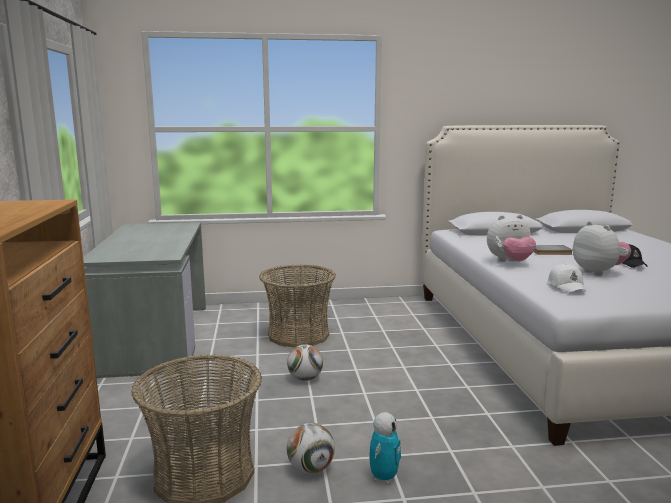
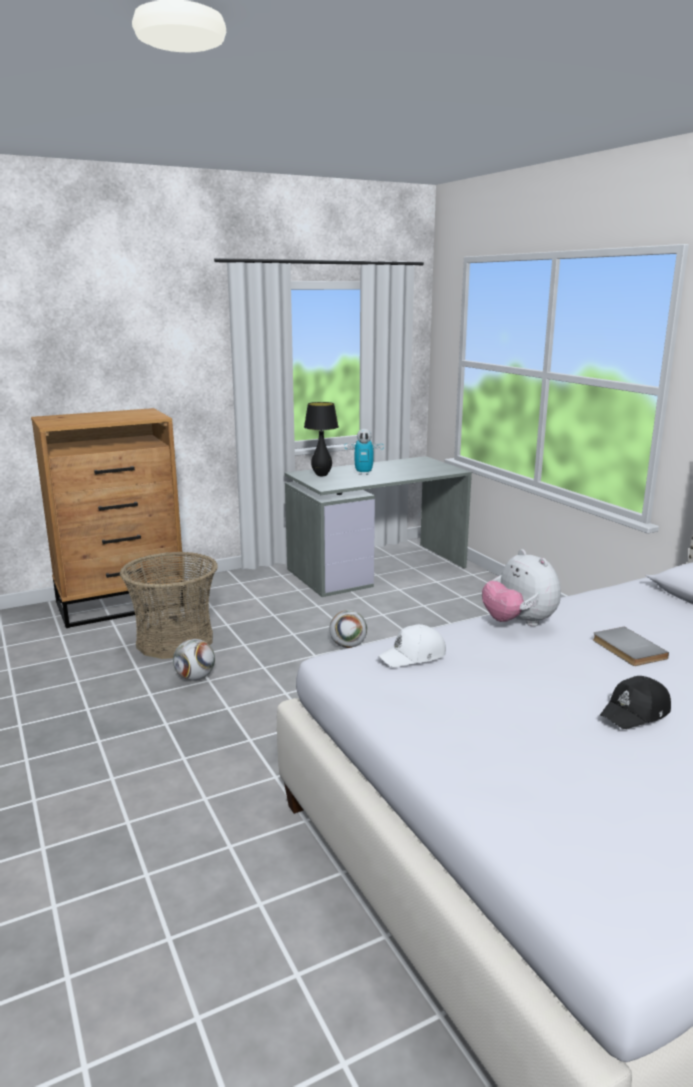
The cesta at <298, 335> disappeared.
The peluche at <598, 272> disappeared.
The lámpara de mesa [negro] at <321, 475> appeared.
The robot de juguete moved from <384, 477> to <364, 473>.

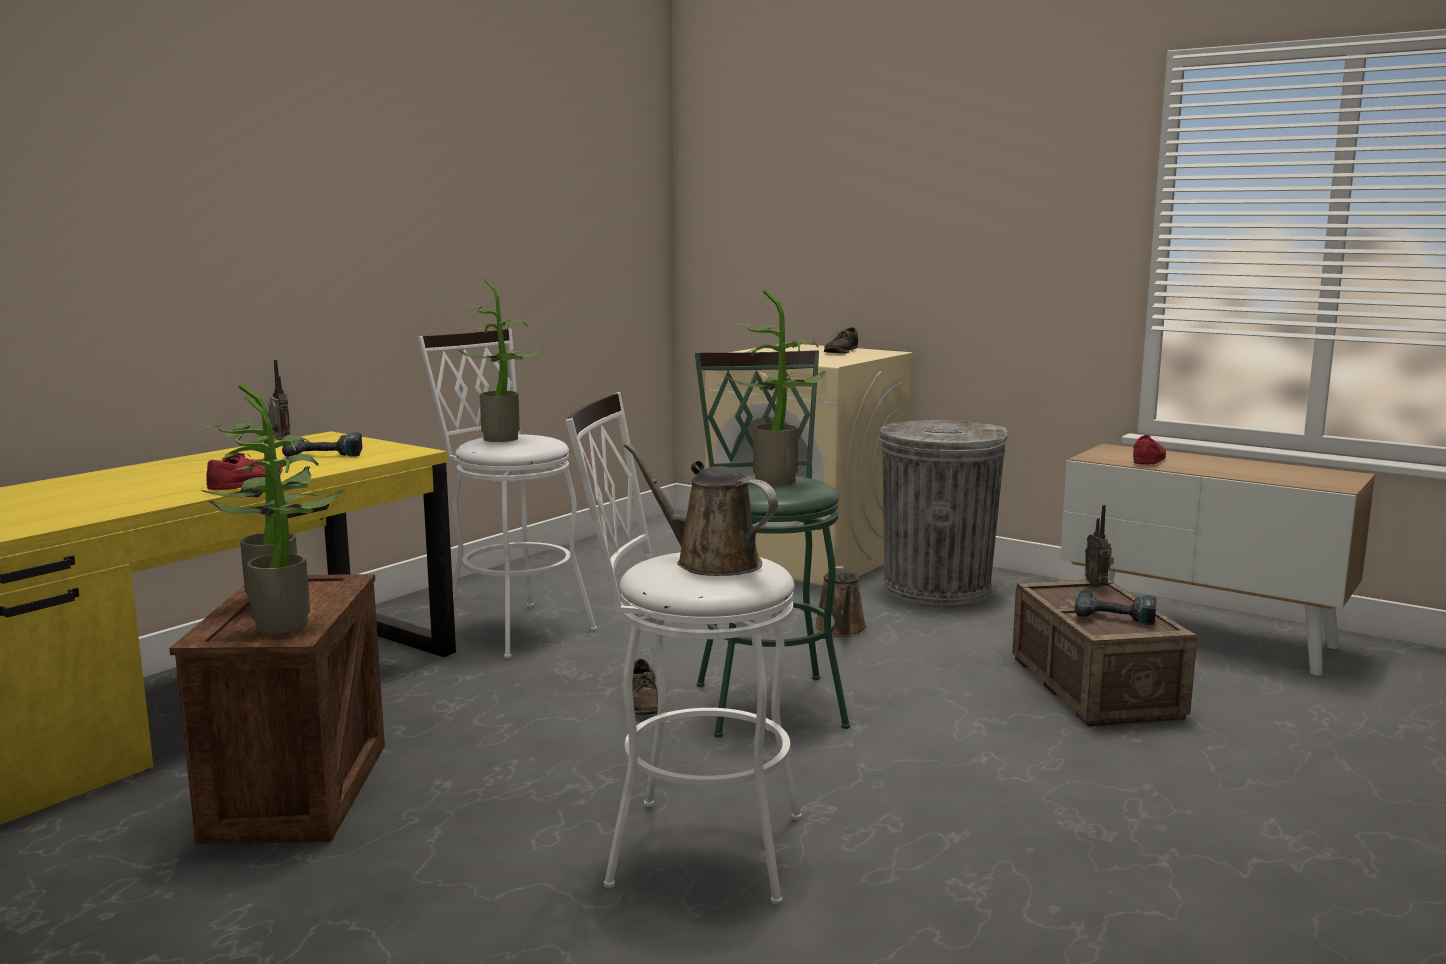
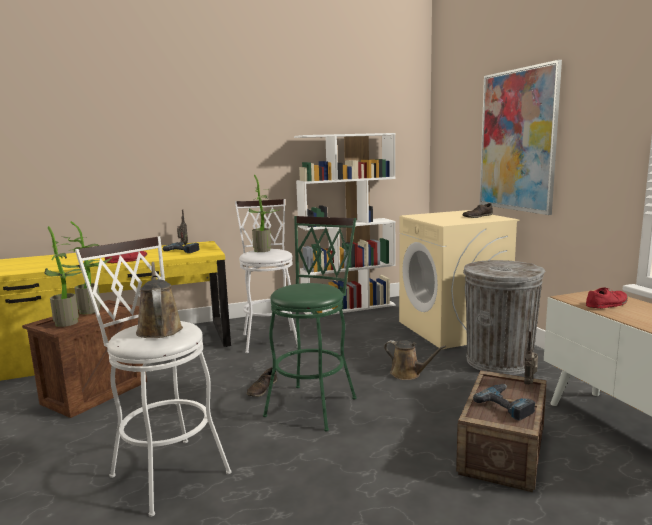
The planta en maceta at <778, 479> disappeared.
The estantería [blanco] at <349, 307> appeared.
The cuadro at <517, 140> appeared.
The regadera [marrón] at <841, 630> turned 90 degrees counterclockwise.

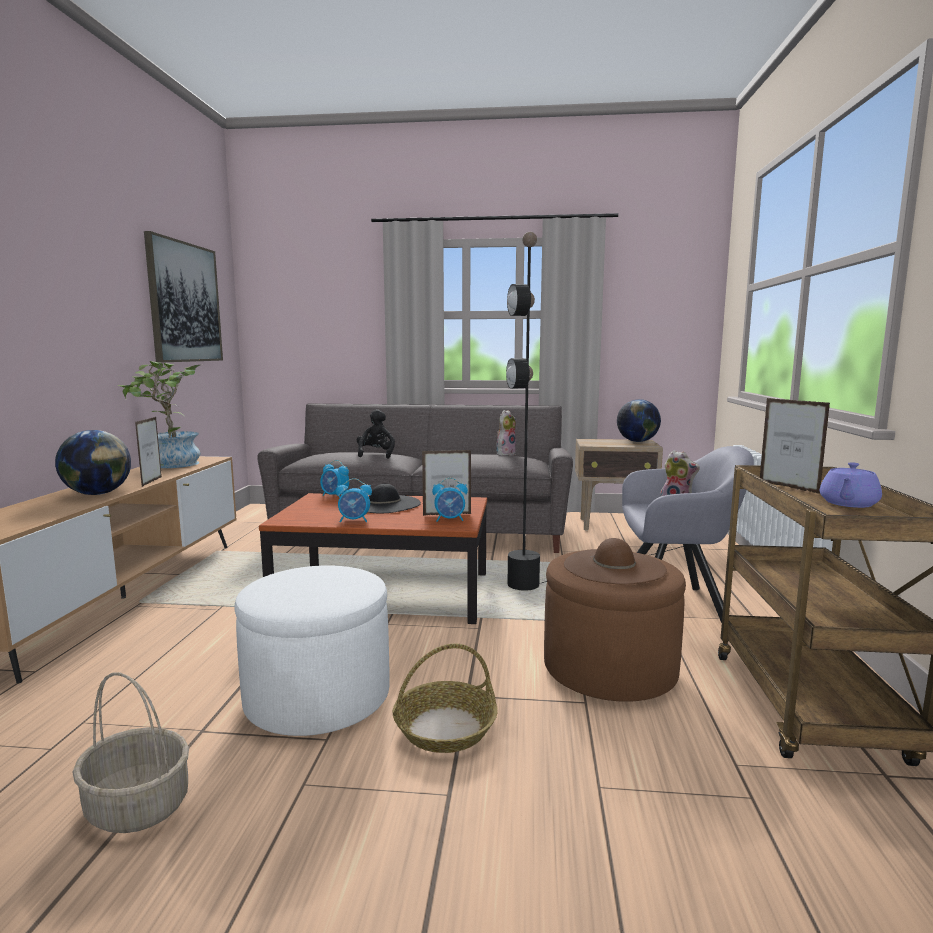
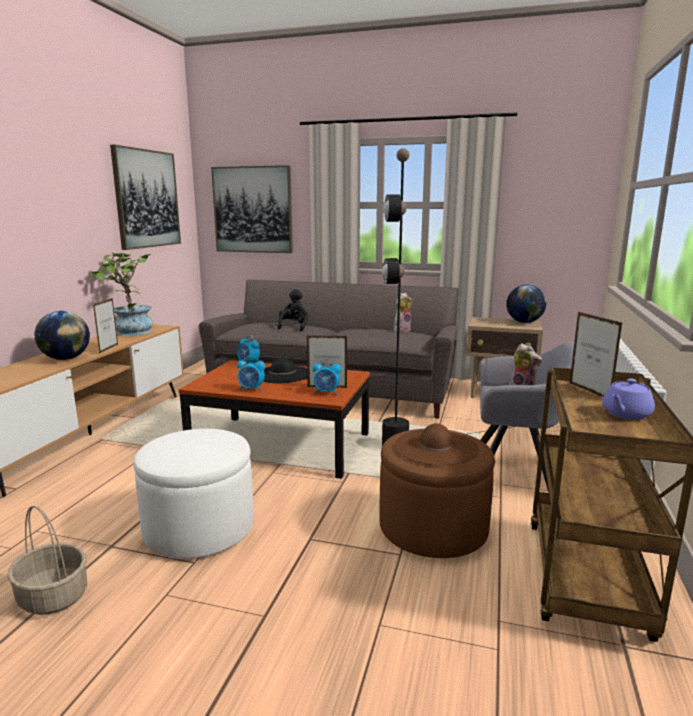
The cesta at <444, 728> disappeared.
The cuadro at <253, 210> appeared.

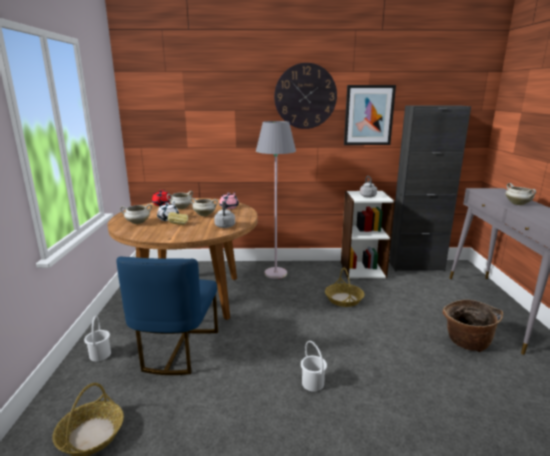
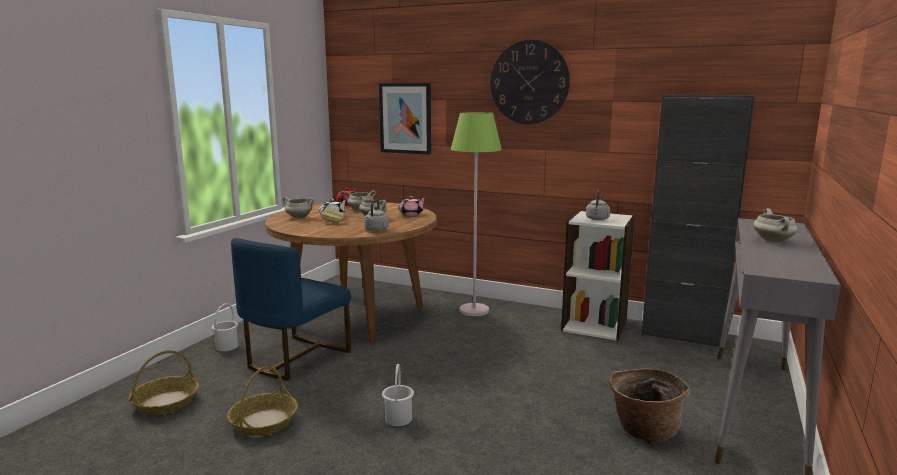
The cesta moved from <343, 299> to <264, 421>.
The cuadro moved from <368, 115> to <405, 118>.
The lámpara de pie [gris] at <276, 273> became the lámpara de pie [verde] at <474, 310>.

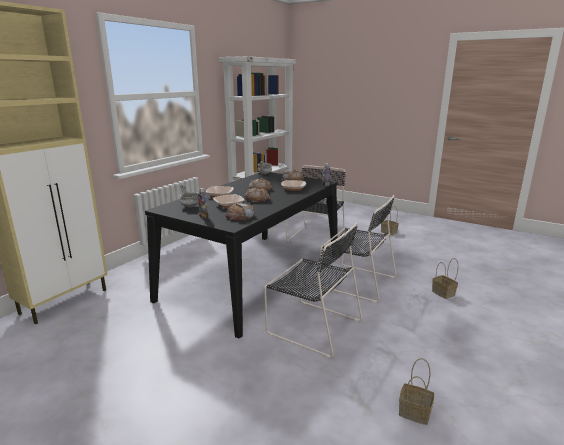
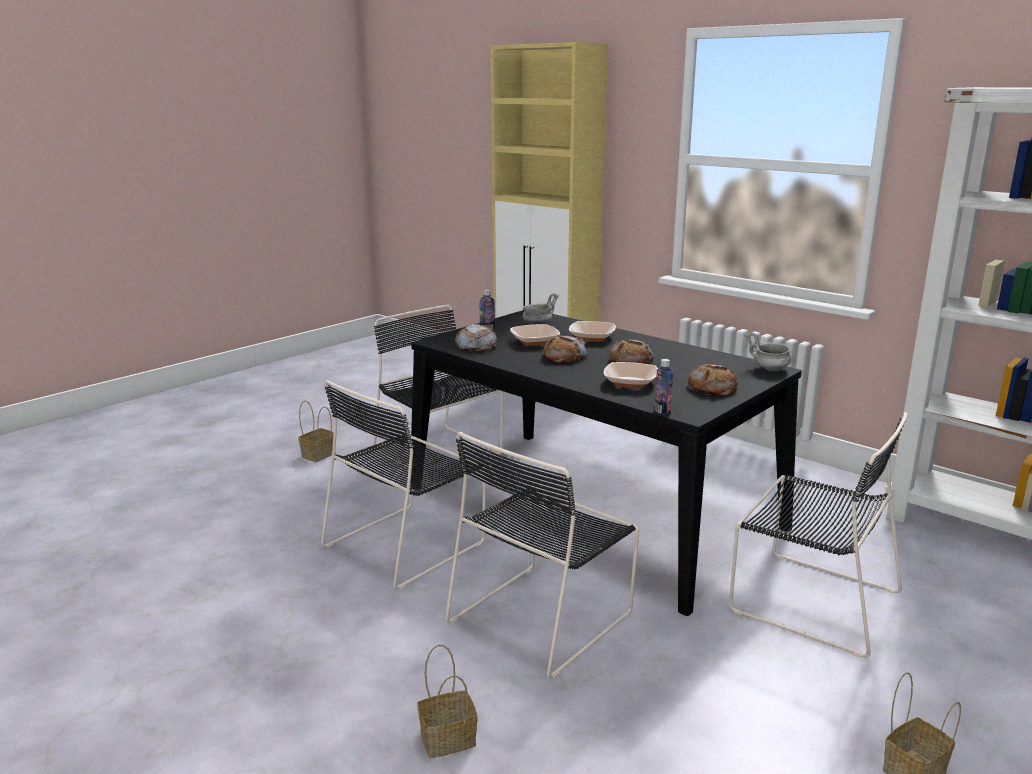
The silla [negro] at <440, 453> appeared.
The cesta moved from <413, 412> to <319, 454>.

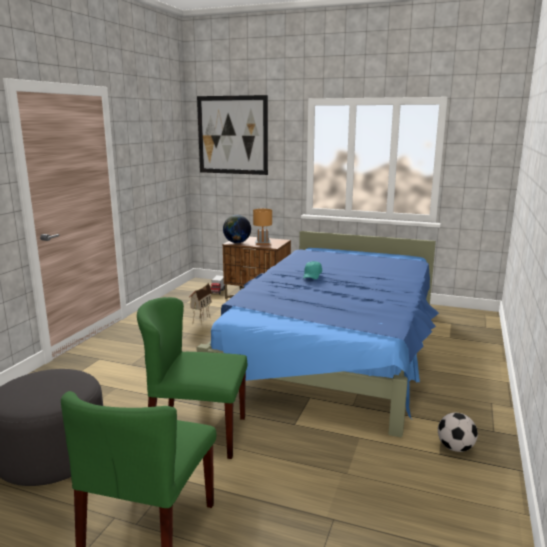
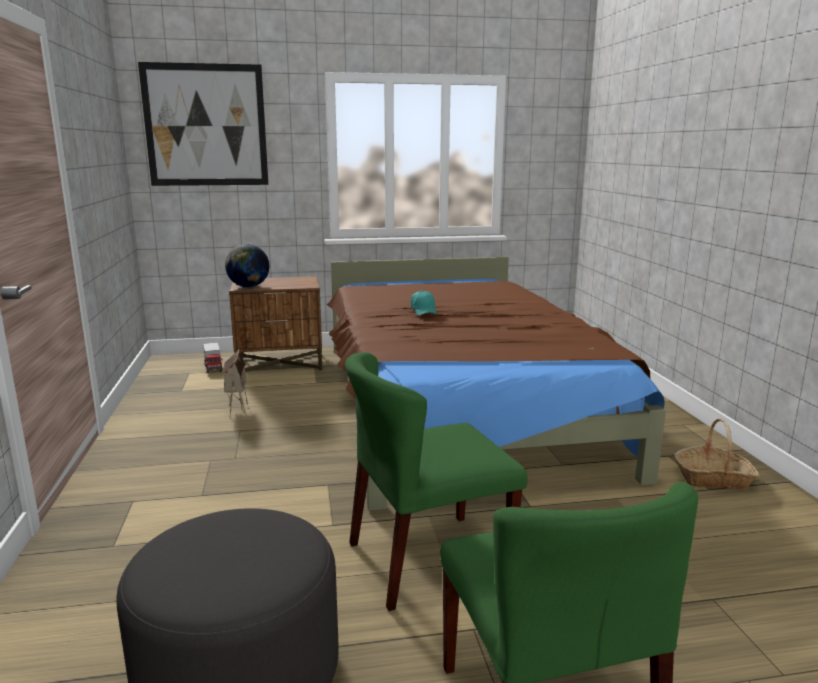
The lámpara de mesa [marrón] at <262, 243> disappeared.
The balón de fútbol at <455, 448> was replaced by the cesta at <713, 478>.
The cama [azul] at <335, 346> became the cama [marrón] at <457, 404>.

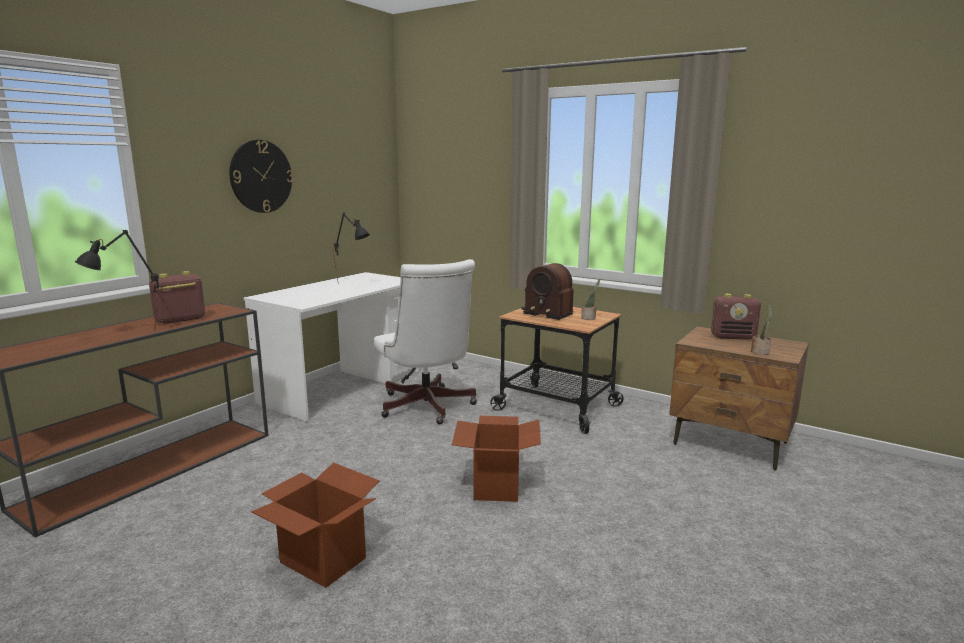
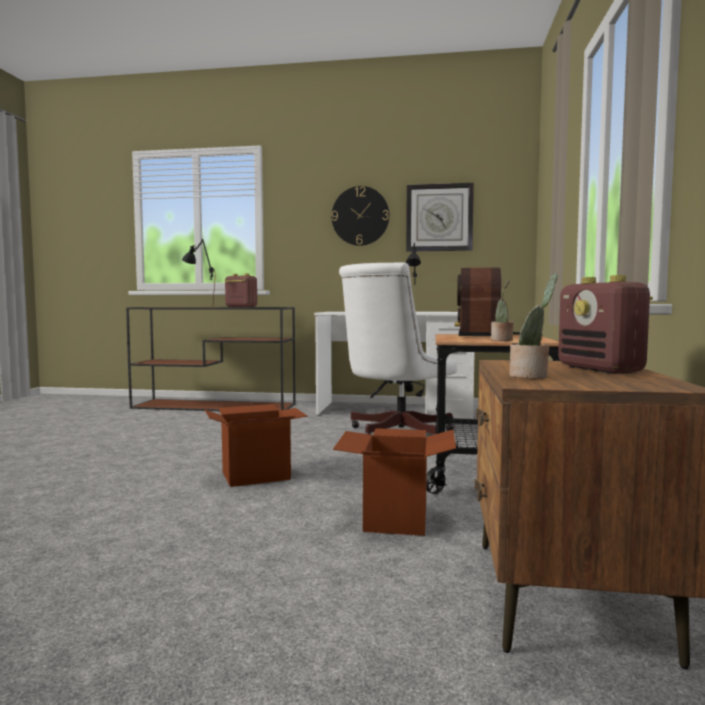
The reloj de pared at <439, 218> appeared.
The caja de cartón moved from <322, 560> to <396, 518>.

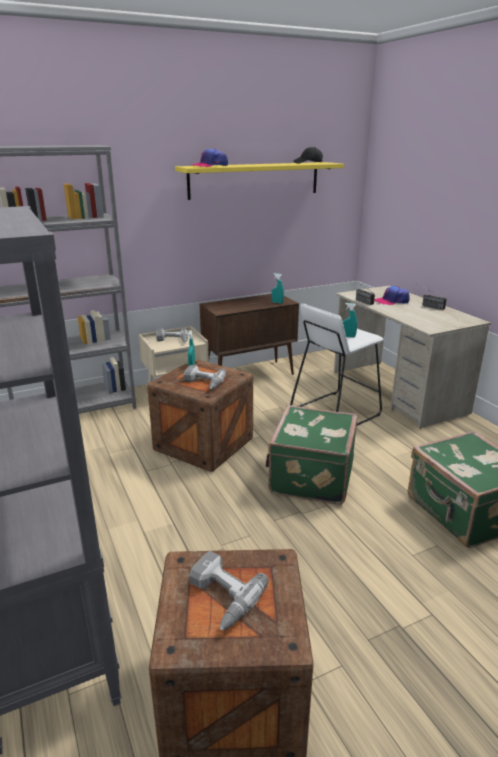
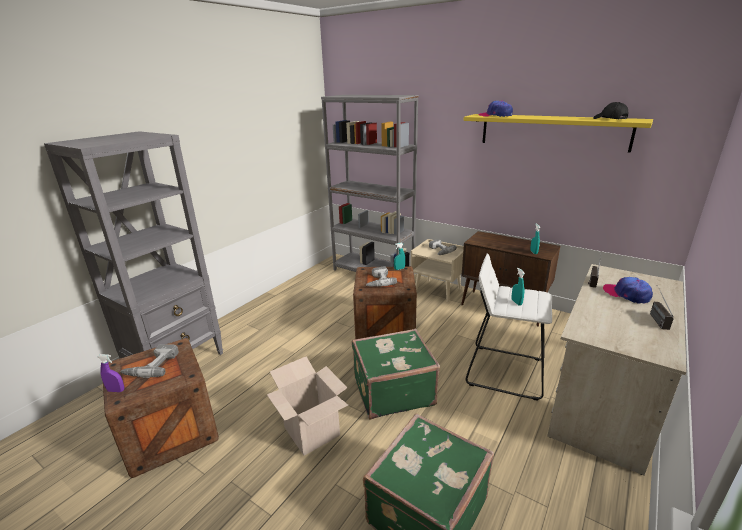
The pulverizador [morado] at <116, 390> appeared.
The caja de cartón at <312, 431> appeared.

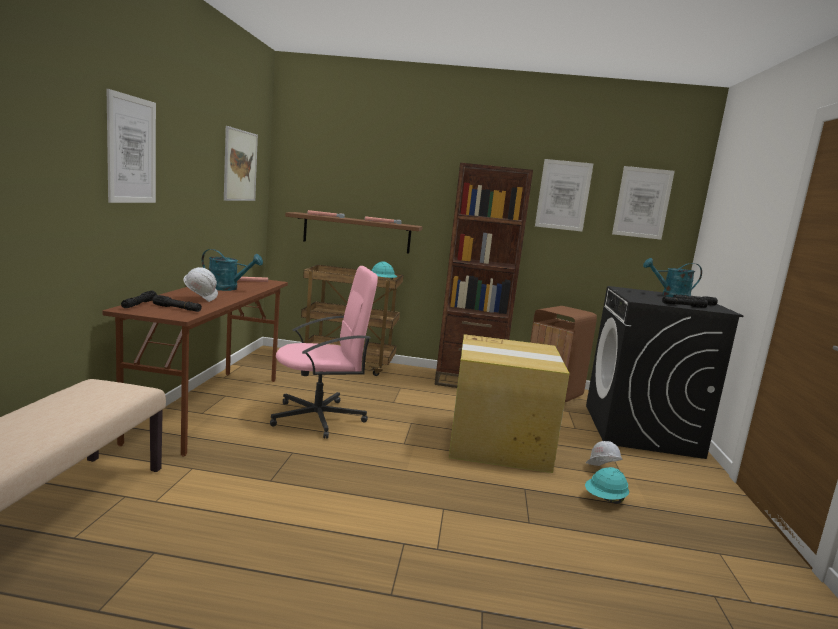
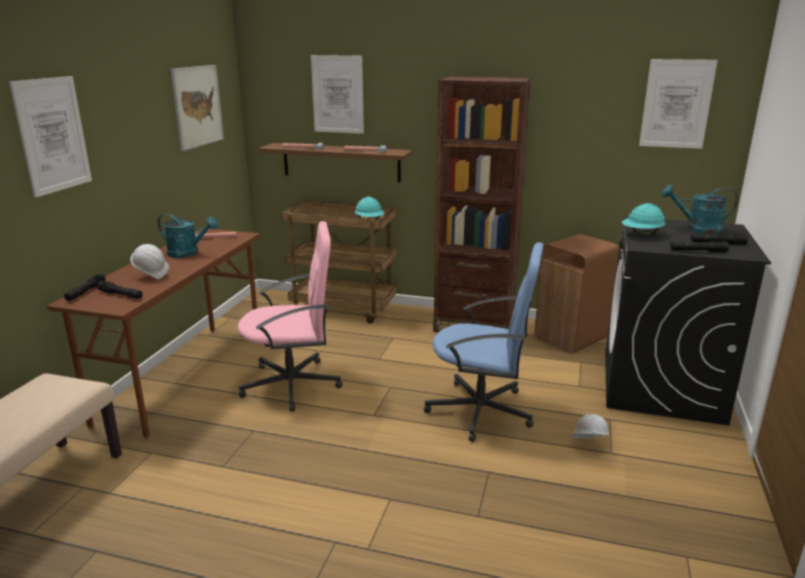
The cuadro moved from <563, 195> to <337, 94>.
The casco [turquesa] moved from <605, 500> to <642, 234>.
The caja de cartón at <500, 443> was replaced by the silla de oficina [azul] at <481, 411>.

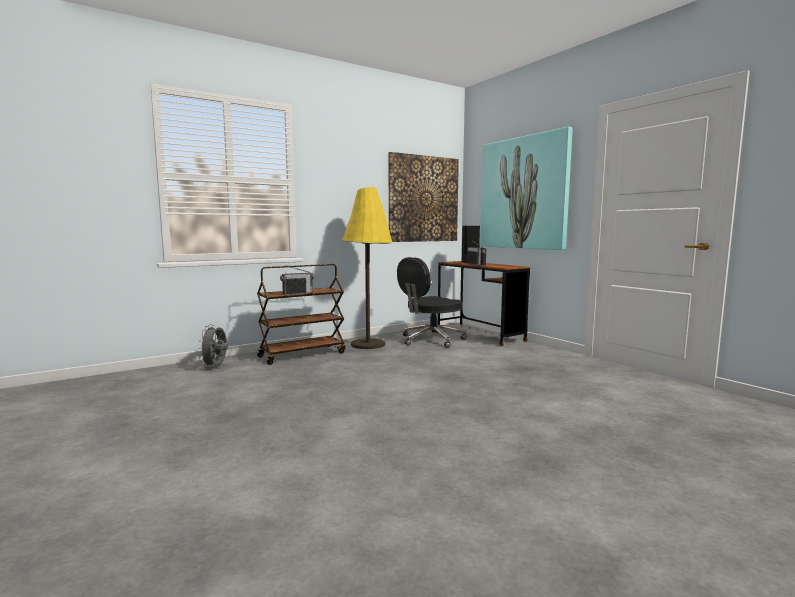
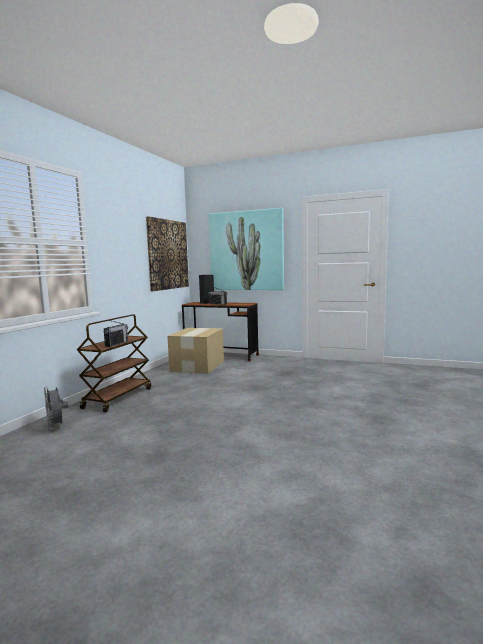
The lámpara de pie [amarillo] at <368, 344> disappeared.
The silla de oficina [negro] at <431, 340> was replaced by the caja de cartón at <197, 366>.

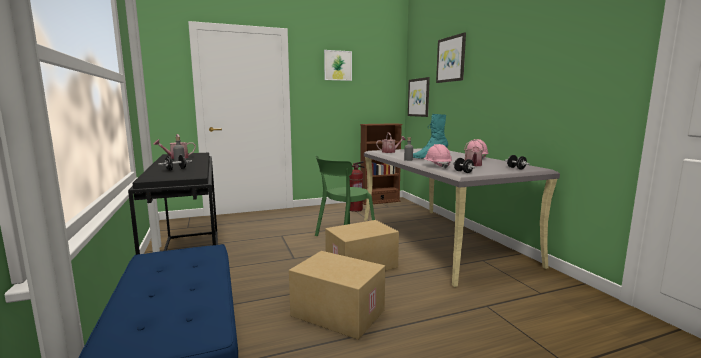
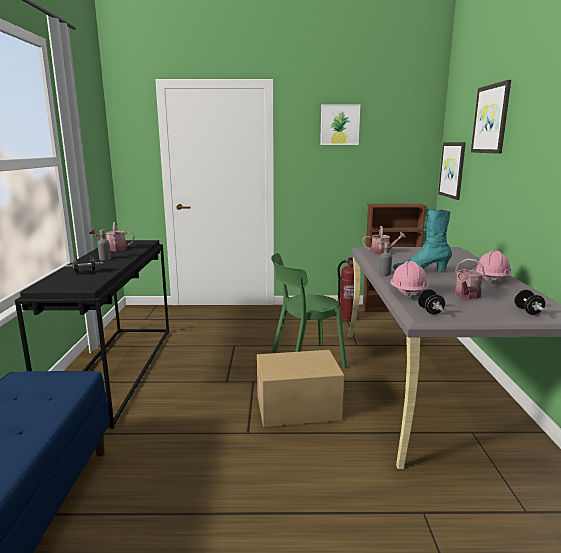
The caja de cartón at <336, 313> disappeared.

